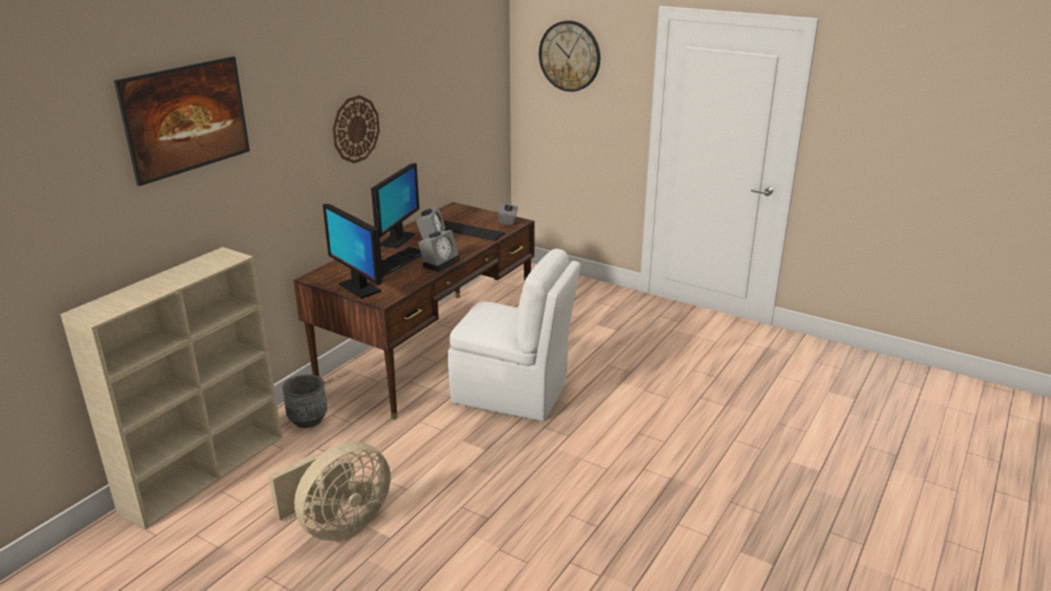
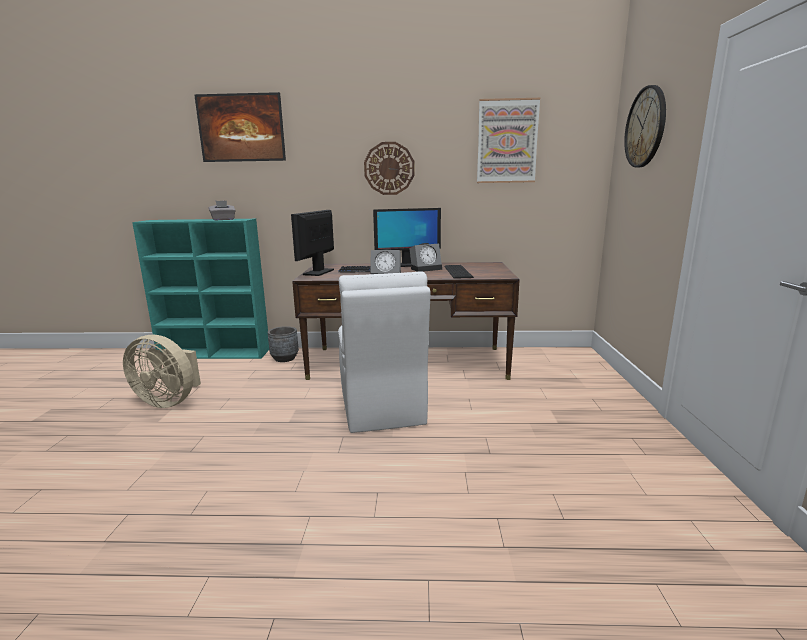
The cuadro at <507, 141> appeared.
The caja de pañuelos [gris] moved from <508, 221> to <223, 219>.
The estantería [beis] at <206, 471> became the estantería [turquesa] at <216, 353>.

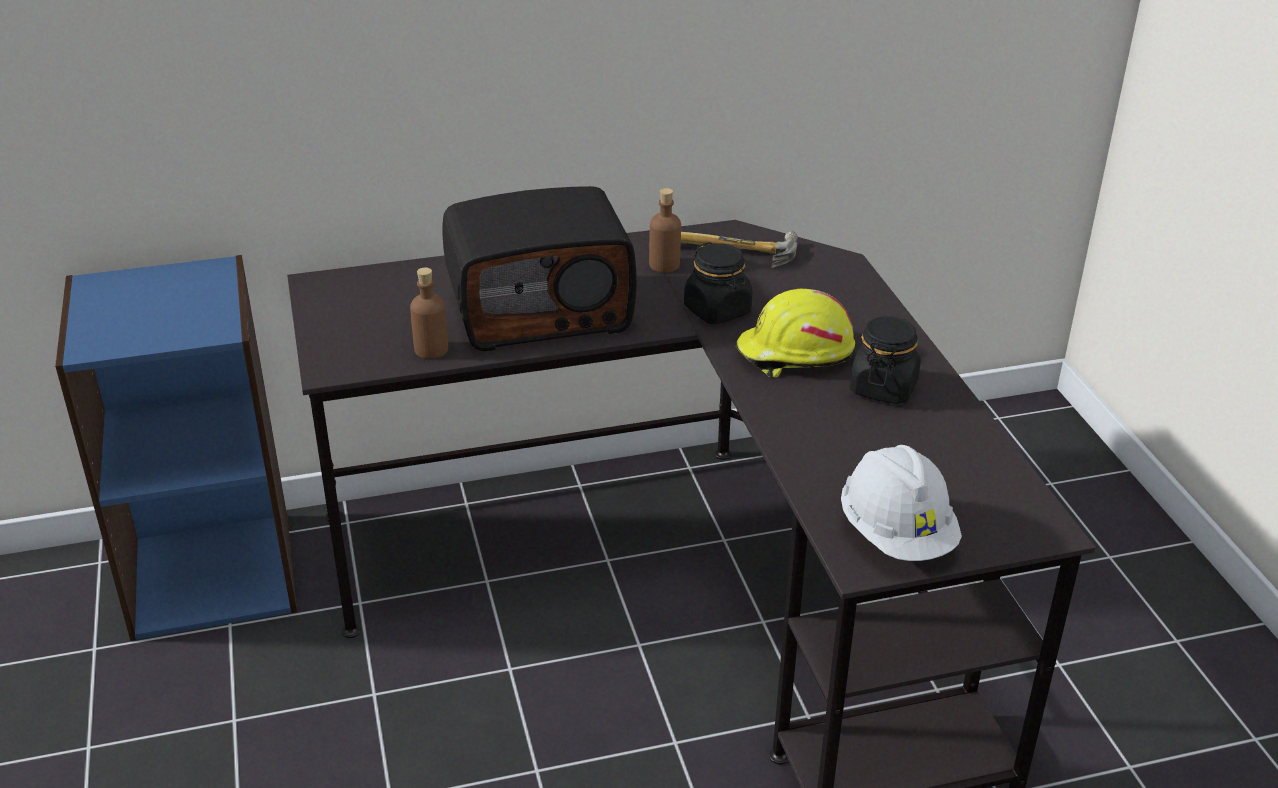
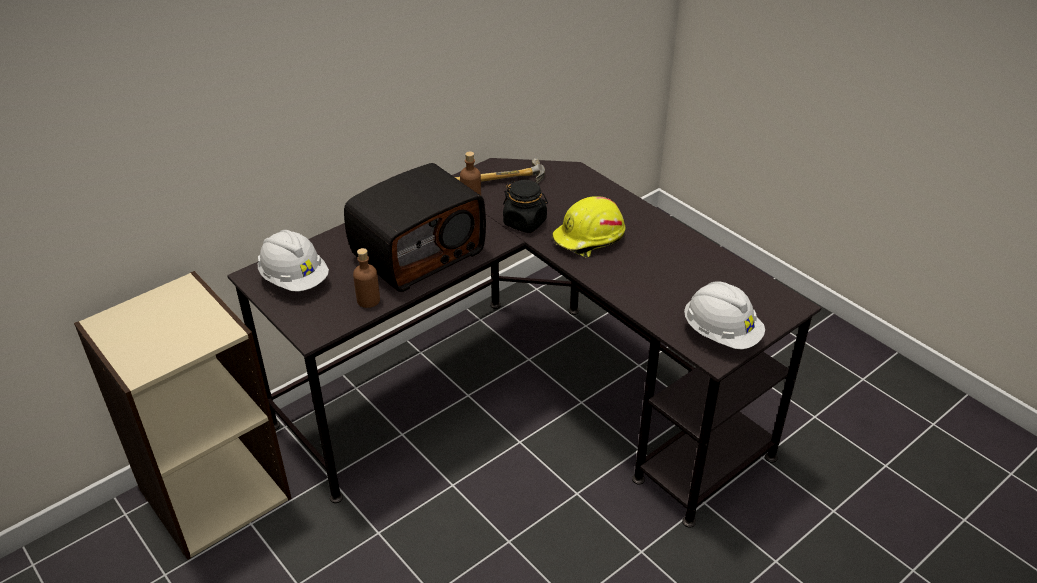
The tarro [negro] at <883, 387> disappeared.
The casco [blanco] at <294, 279> appeared.
The estantería [azul] at <213, 572> became the estantería [beis] at <214, 492>.

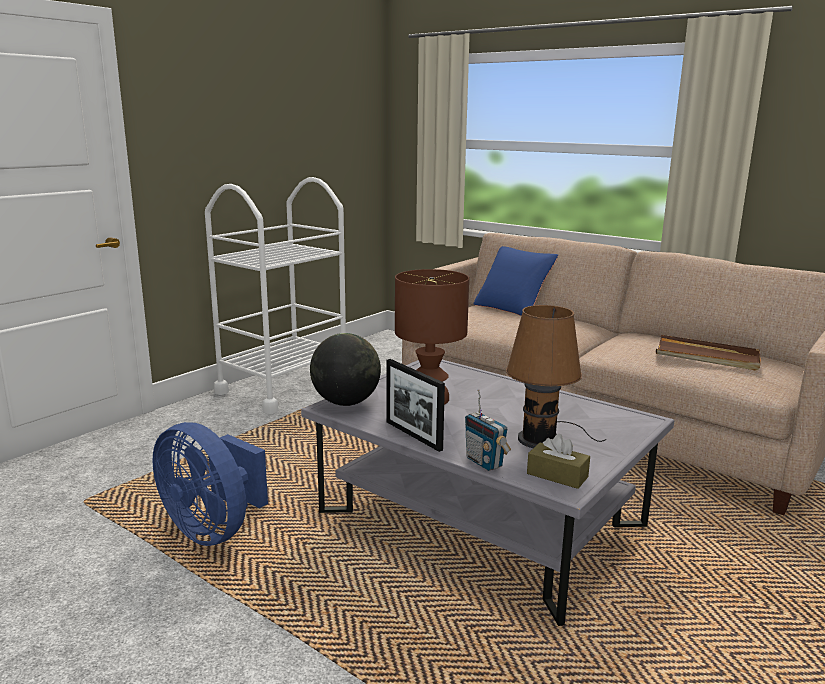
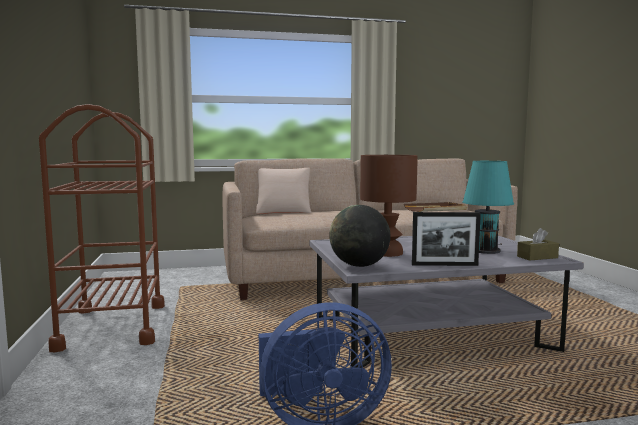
The radio at <484, 462> disappeared.
The carrito [blanco] at <284, 387> became the carrito [marrón] at <113, 326>.
The cojín [azul] at <513, 308> became the cojín [beis] at <284, 211>.
The lámpara de mesa [marrón] at <543, 439> became the lámpara de mesa [turquesa] at <485, 250>.

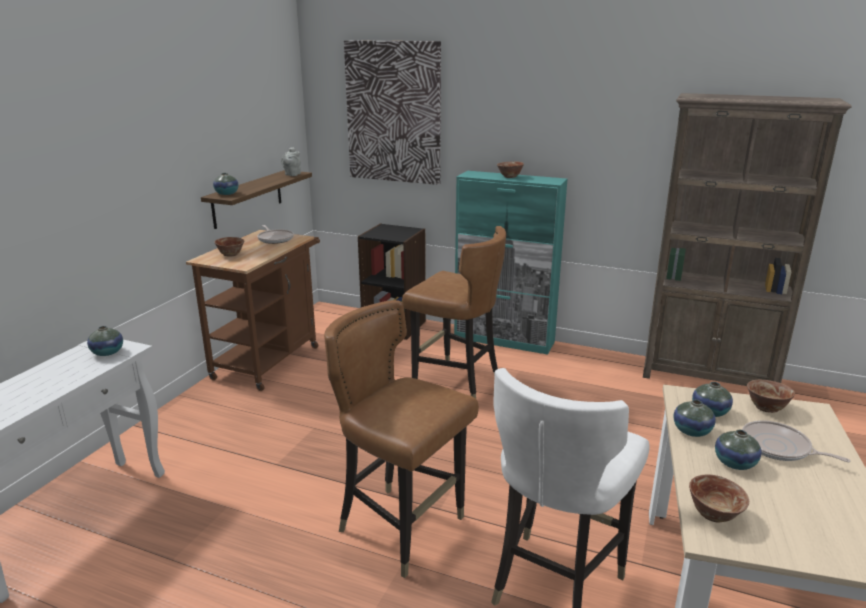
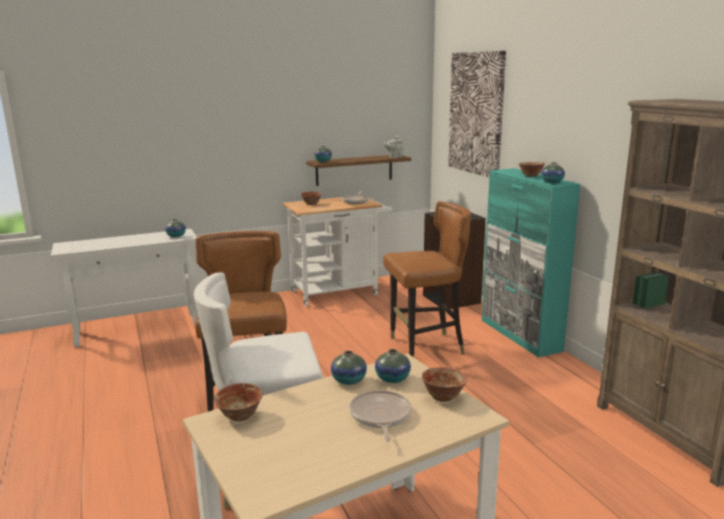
The florero moved from <735, 463> to <552, 182>.
The carrito [marrón] at <270, 359> became the carrito [blanco] at <339, 292>.
The silla [marrón] at <455, 384> turned 90 degrees counterclockwise.

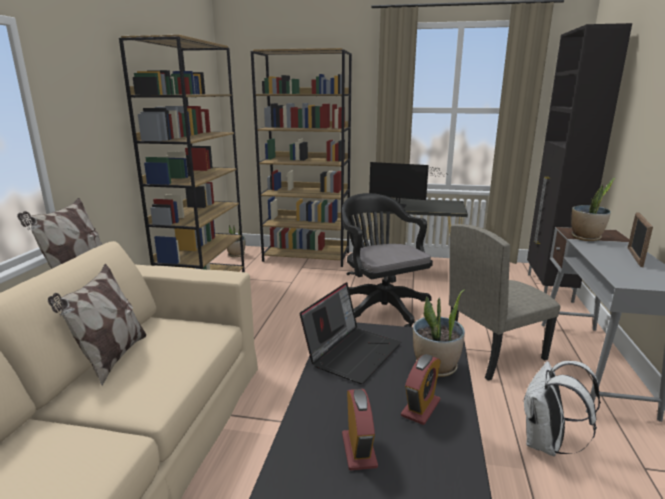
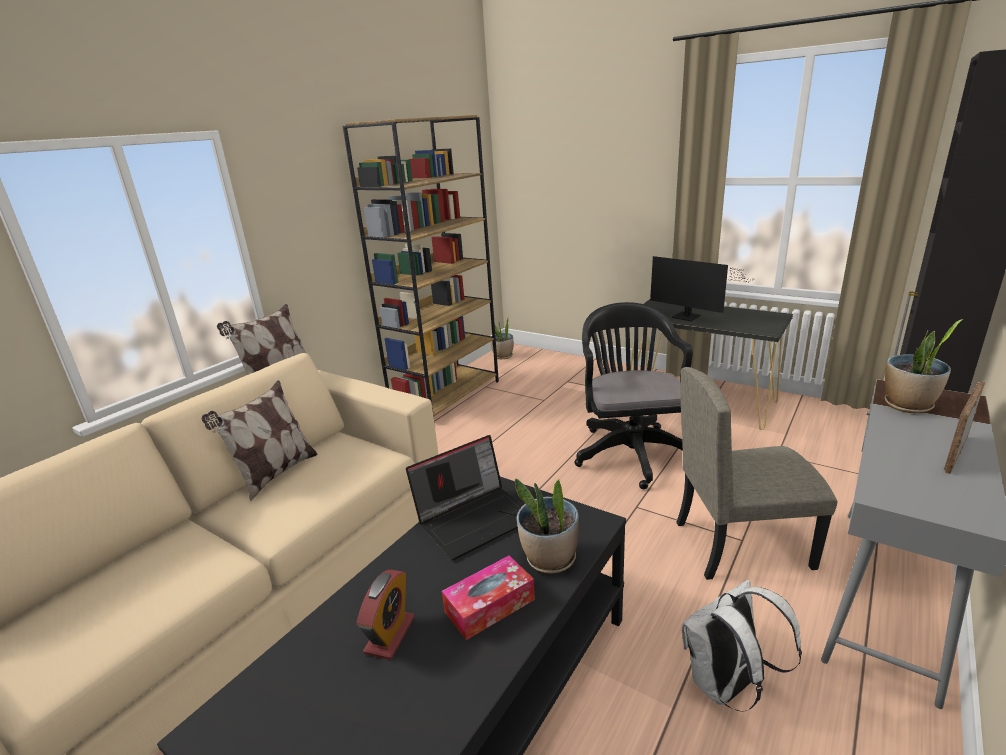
The estantería [marrón] at <307, 257> disappeared.
The despertador at <420, 408> was replaced by the caja de pañuelos at <489, 605>.

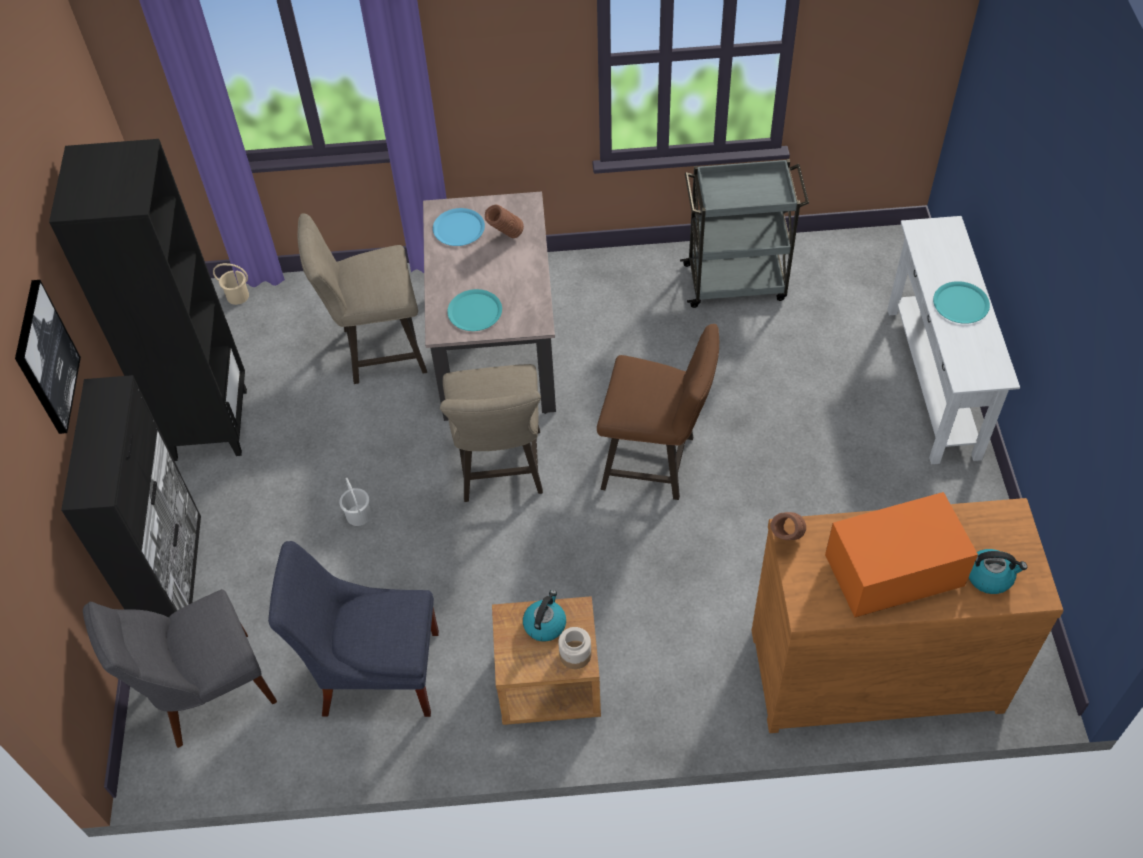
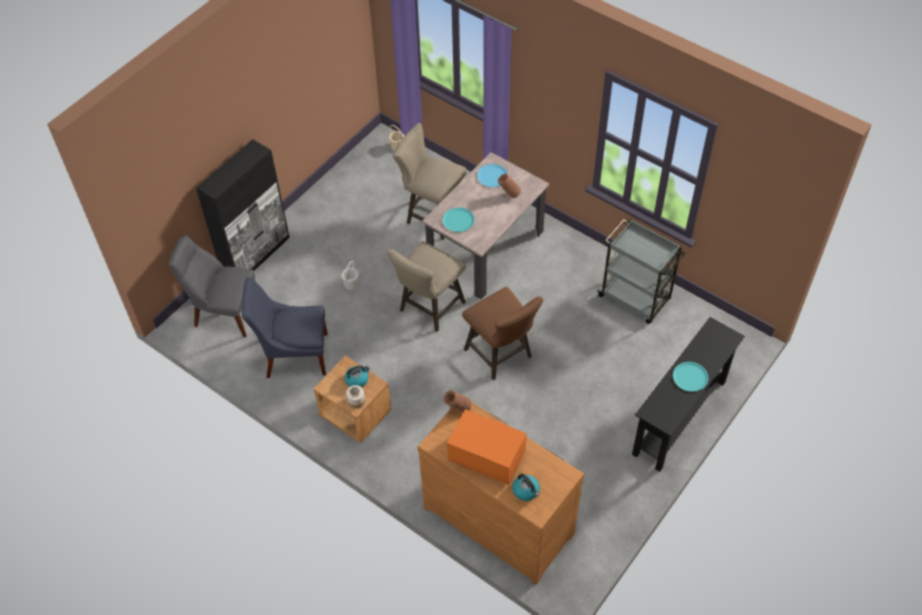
The cuadro at <45, 358> disappeared.
The estantería [negro] at <209, 424> disappeared.
The mesa consola [blanco] at <933, 381> became the mesa consola [negro] at <680, 418>.
The silla [azul] at <374, 671> turned 45 degrees counterclockwise.

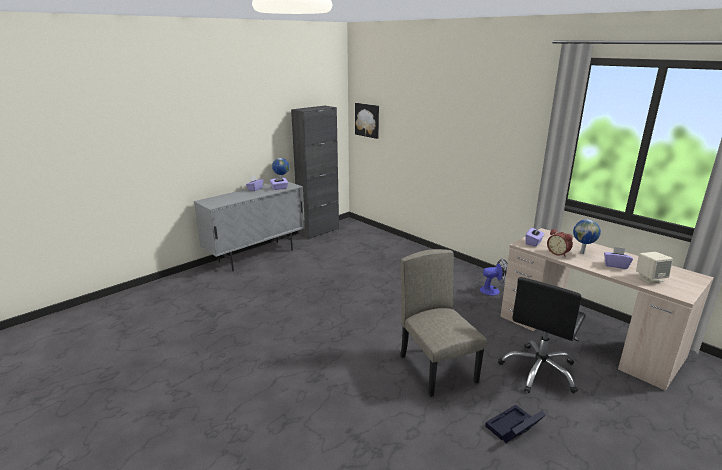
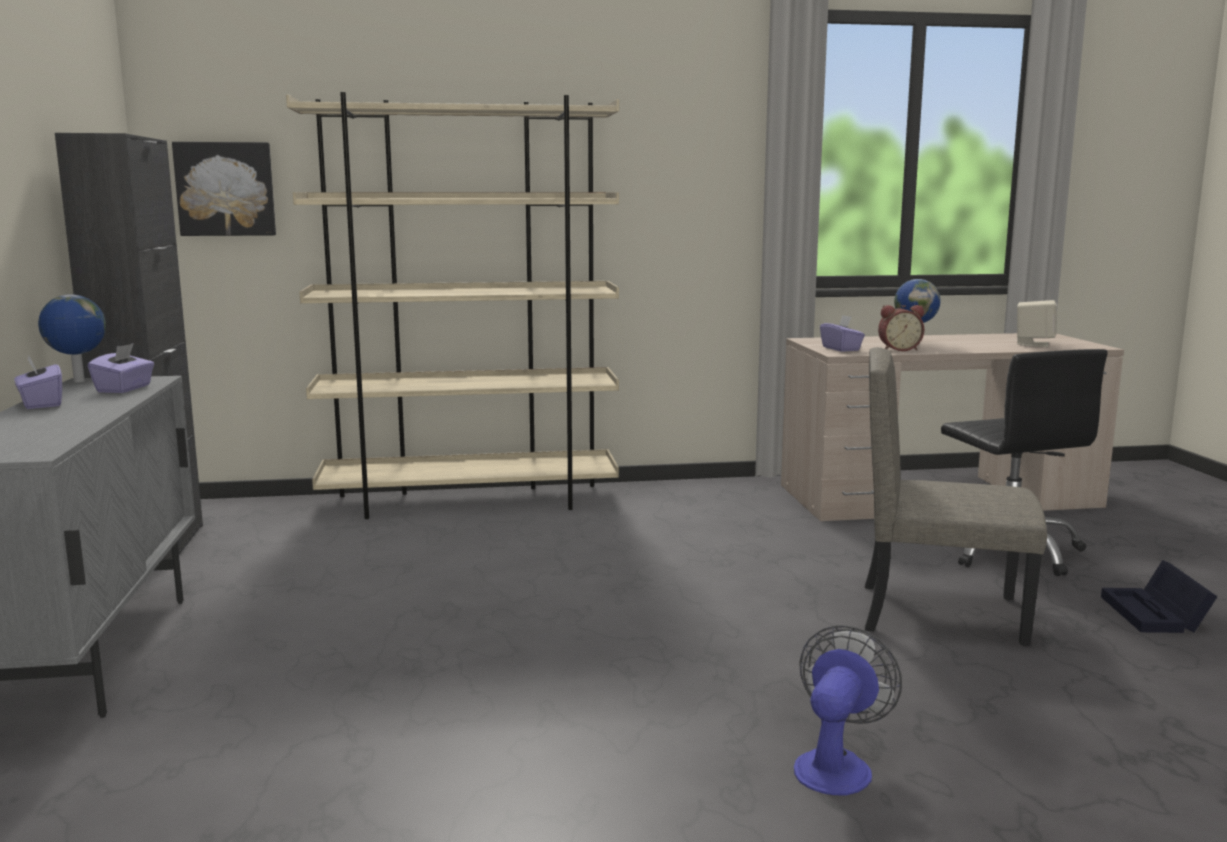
The caja de pañuelos [morado] at <615, 265> disappeared.
The estantería [beis] at <470, 502> appeared.
The ventilador moved from <493, 290> to <836, 765>.

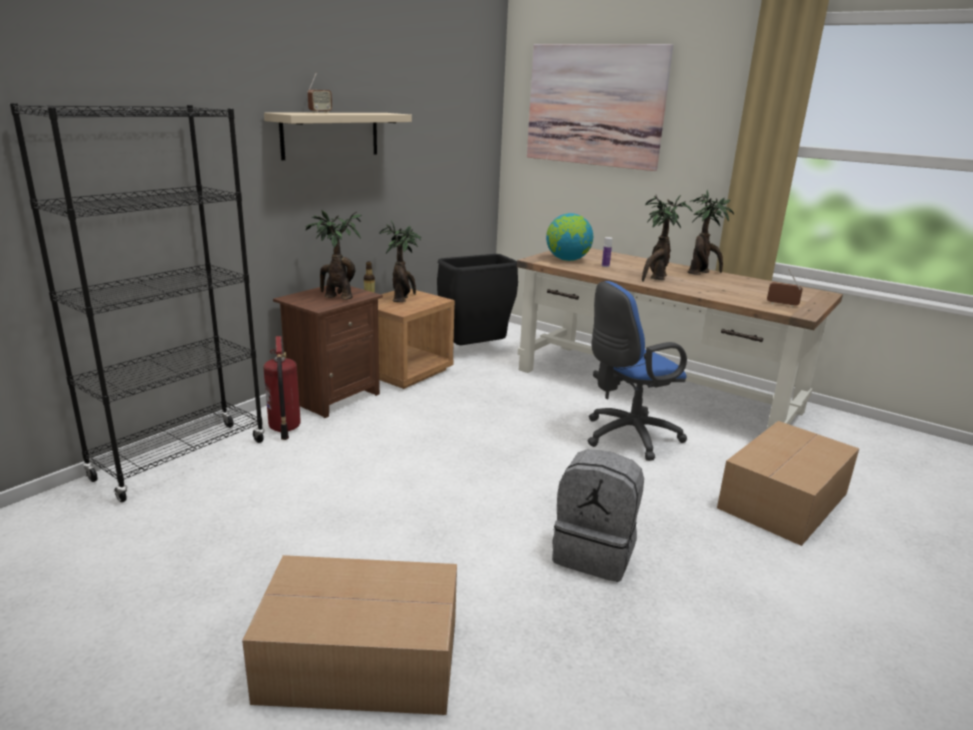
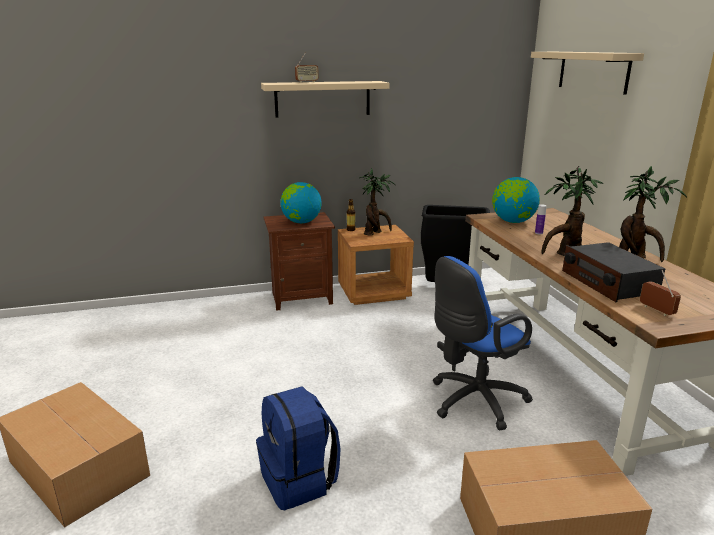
The estantería [negro] at <181, 460> disappeared.
The extintor at <284, 428> disappeared.
The radio at <608, 282> appeared.
The planta en maceta at <336, 297> was replaced by the globo terráqueo at <301, 222>.
The cuadro at <595, 105> was replaced by the estante [beis] at <593, 71>.
The mochila [gris] at <594, 553> became the mochila [azul] at <299, 480>.
The silla de oficina [azul] at <626, 437> turned 45 degrees counterclockwise.

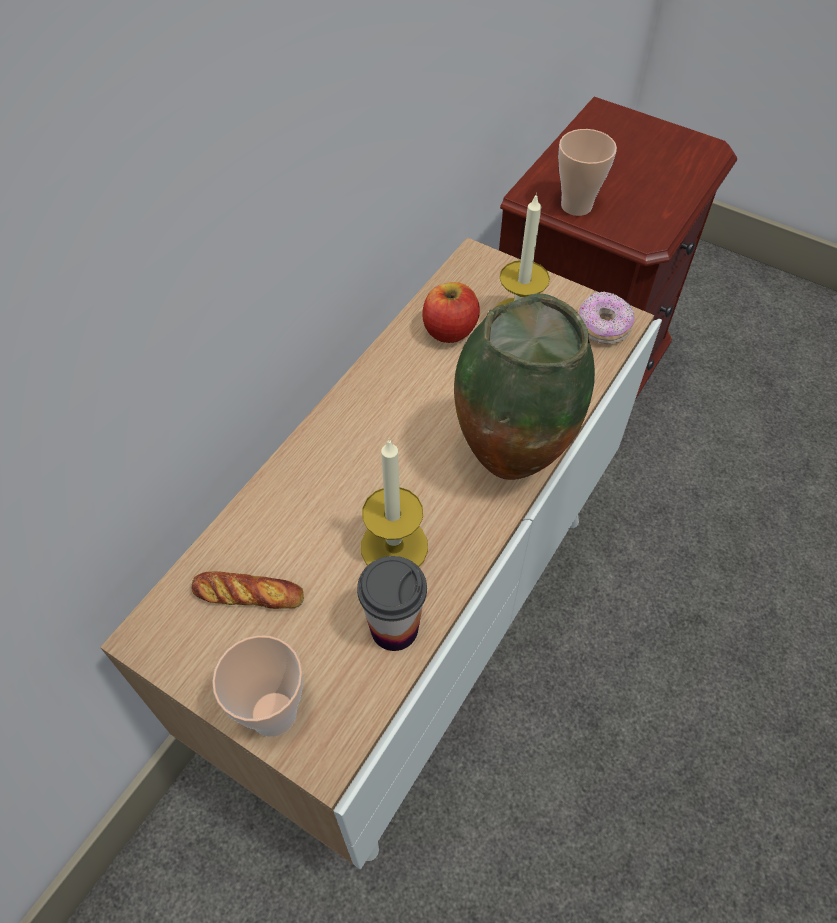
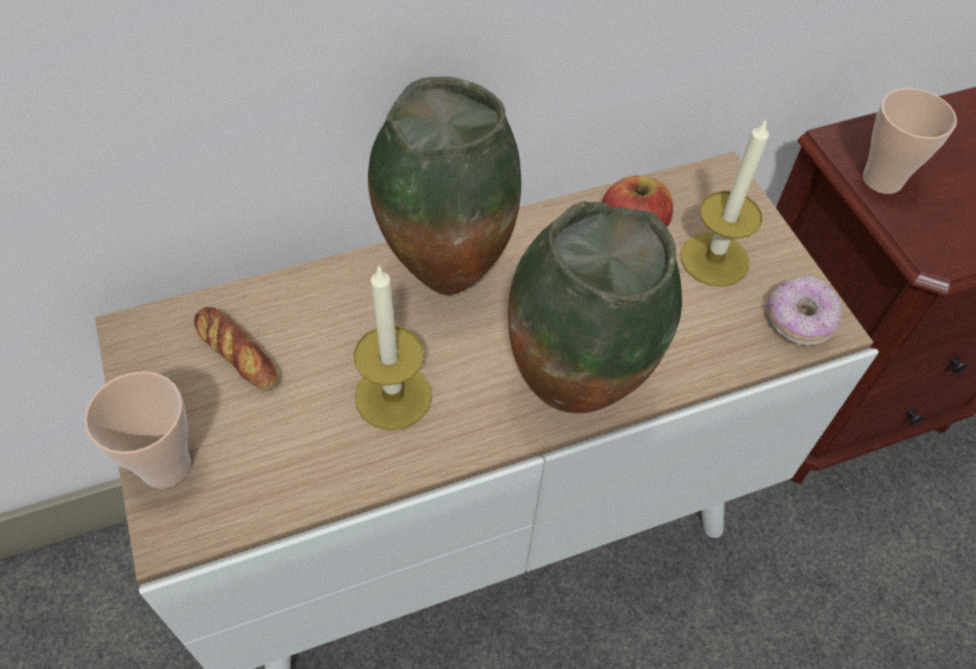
The taza at <394, 628> disappeared.
The florero at <444, 275> appeared.

